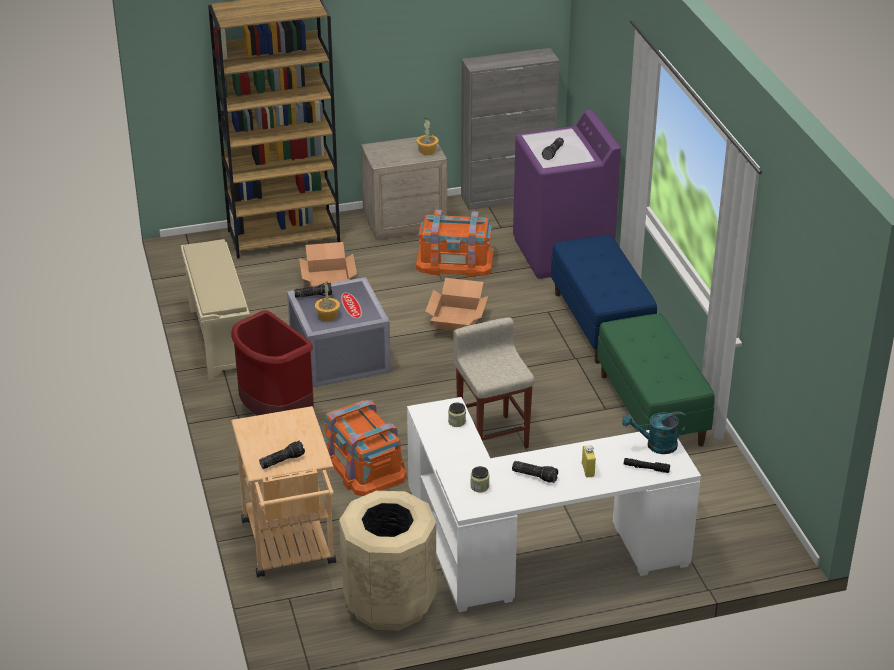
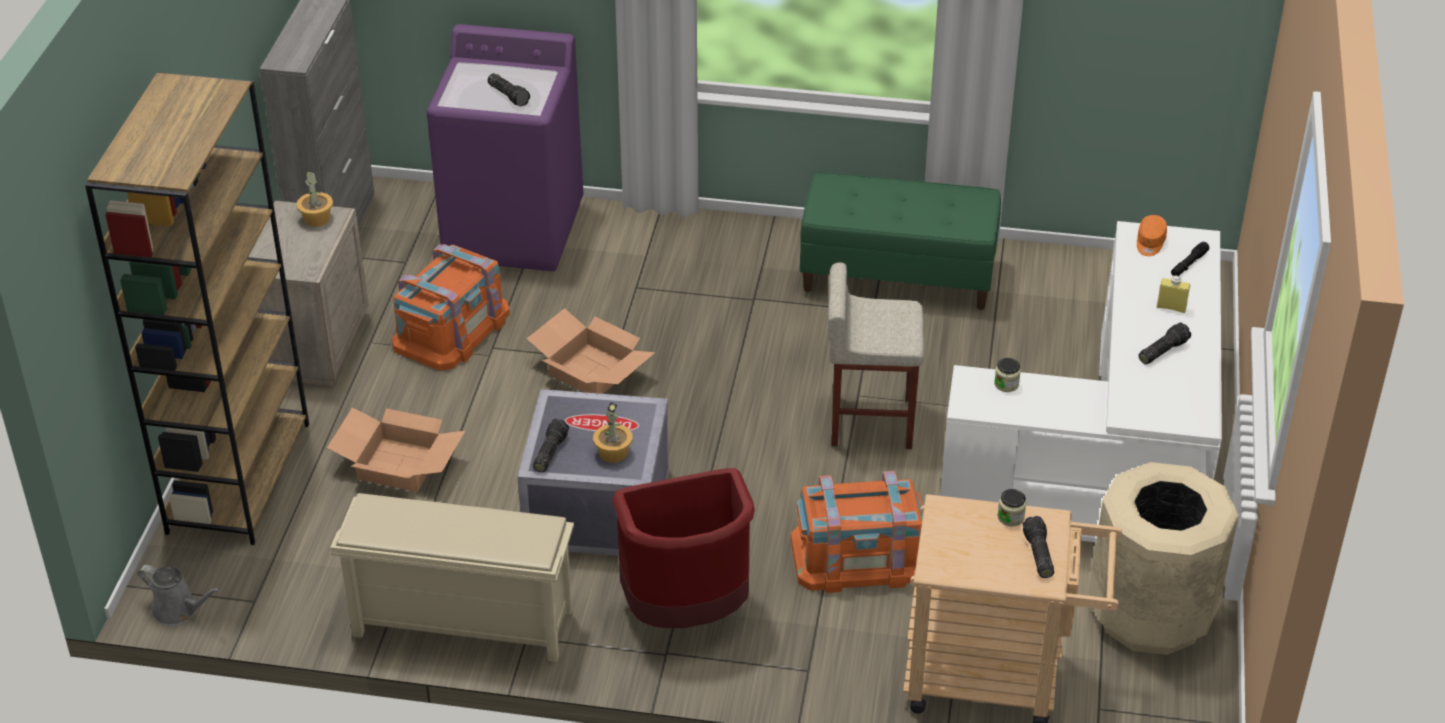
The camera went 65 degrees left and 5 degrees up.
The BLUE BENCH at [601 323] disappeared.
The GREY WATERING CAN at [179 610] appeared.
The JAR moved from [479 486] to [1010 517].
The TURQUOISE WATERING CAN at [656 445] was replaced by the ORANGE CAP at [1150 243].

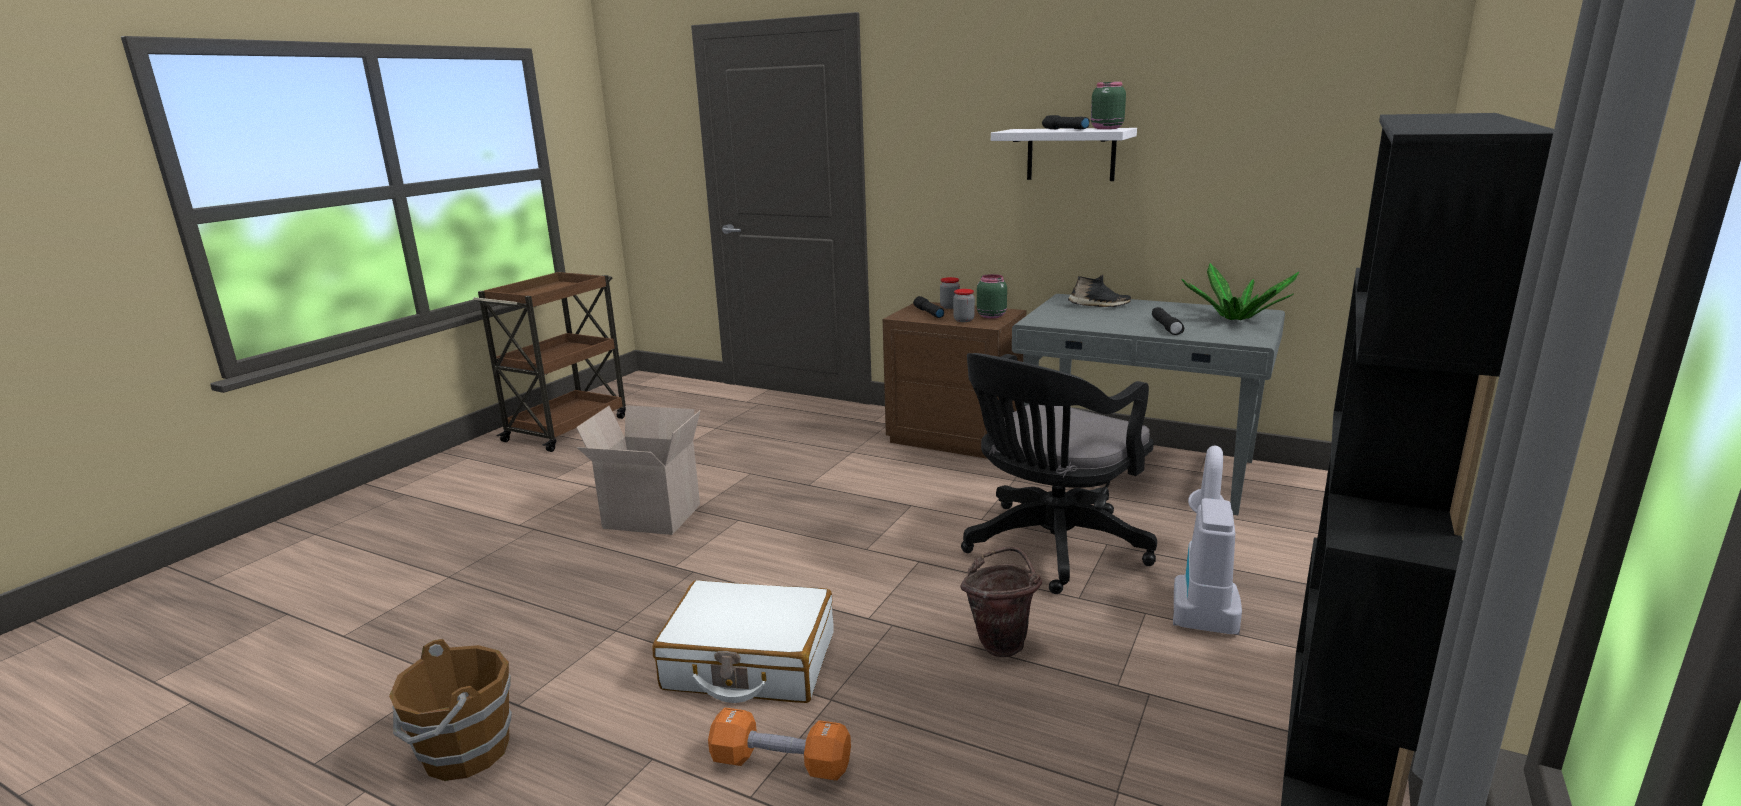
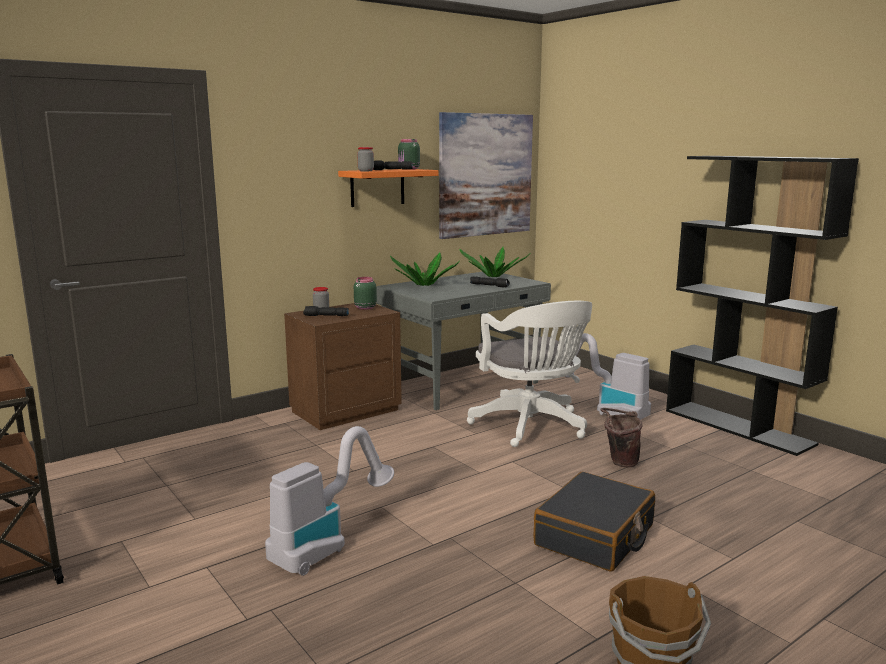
The camera went 65 degrees left and 5 degrees down.
The ORANGE DUMBBELL at [781 764] disappeared.
The PICTURE at [485 175] appeared.
The JAR moved from [963 320] to [366 171].
The CARDBOARD BOX at [649 518] was replaced by the VACUUM CLEANER at [327 544].
The BLACK SHOE at [1099 306] was replaced by the POTTED PLANT at [424 285].
The WHITE SUITCASE at [749 662] became the BLACK SUITCASE at [595 536].
The BLACK OFFICE CHAIR at [1050 549] became the WHITE OFFICE CHAIR at [531 427].
The WHITE SHELF at [1071 154] became the ORANGE SHELF at [377 187].

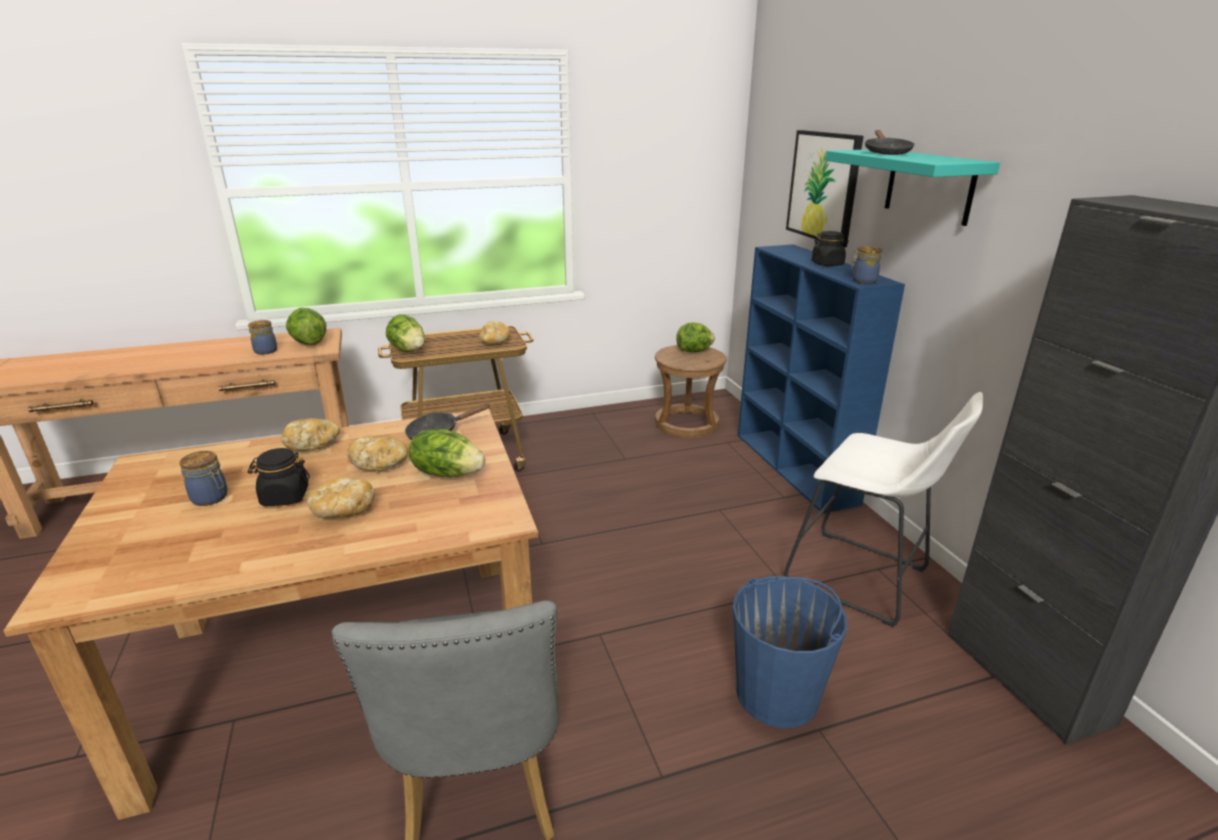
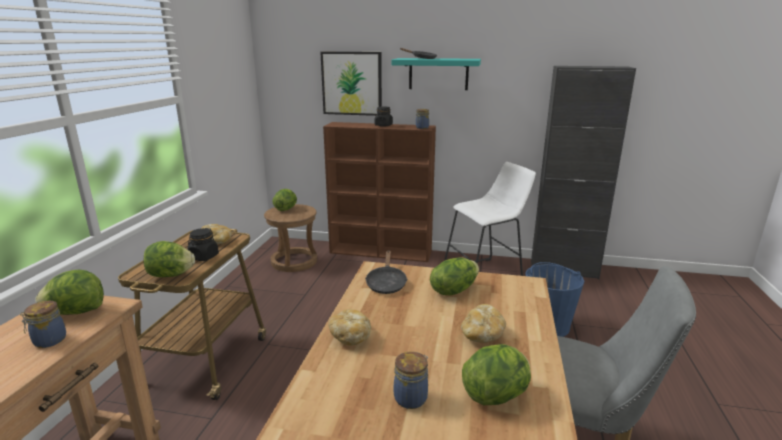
The camera went 60 degrees left and 5 degrees down.
The BREAD at [380 464] disappeared.
The LETTUCE at [496 395] appeared.
The BLACK JAR moved from [284 497] to [203 257].
The BLUE BOOKCASE at [795 468] became the BROWN BOOKCASE at [382 252].

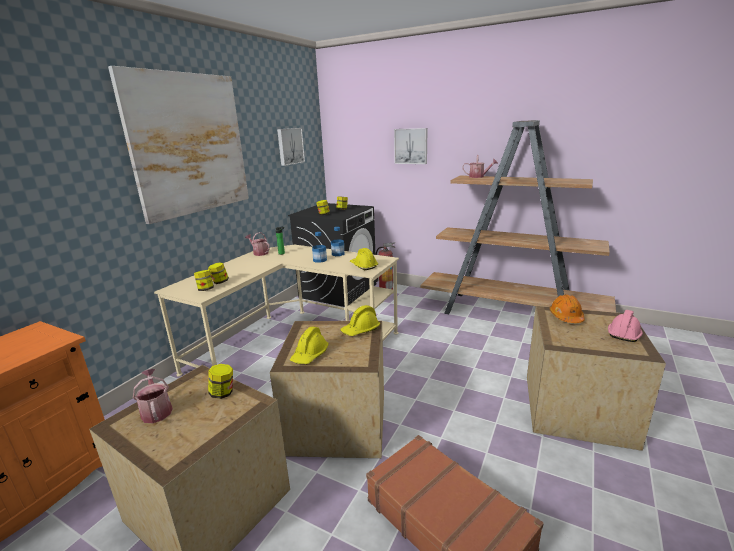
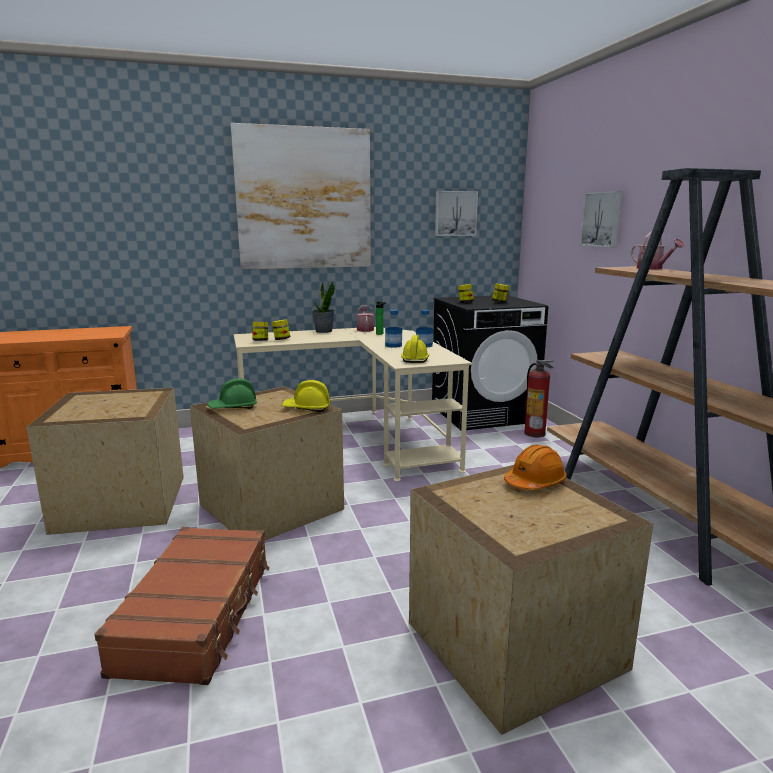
The camera went 45 degrees right and 5 degrees down.
The WATERING CAN at [156 410] disappeared.
The JAR at [223 393] disappeared.
The PINK HARD HAT at [624 333] disappeared.
The POTTED PLANT at [323 331] appeared.
The YELLOW HARD HAT at [310 355] became the GREEN HARD HAT at [233 407].

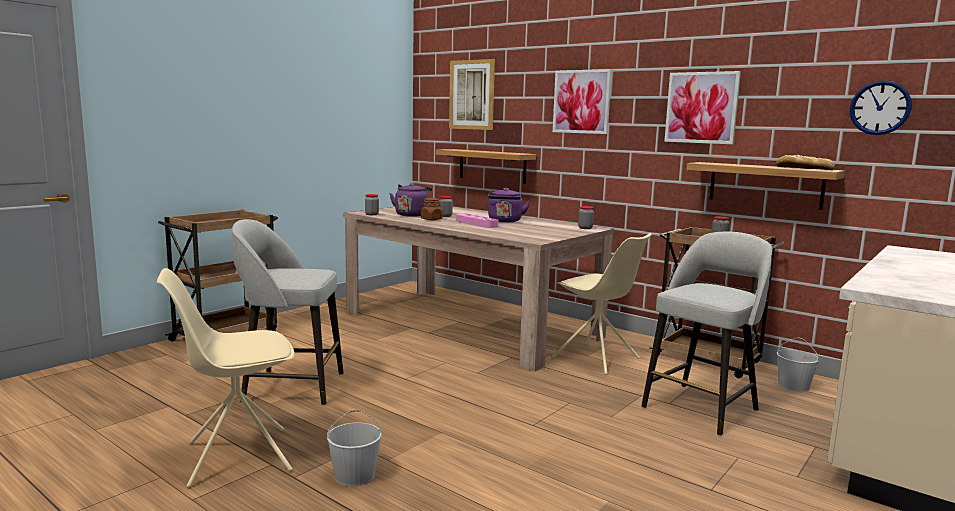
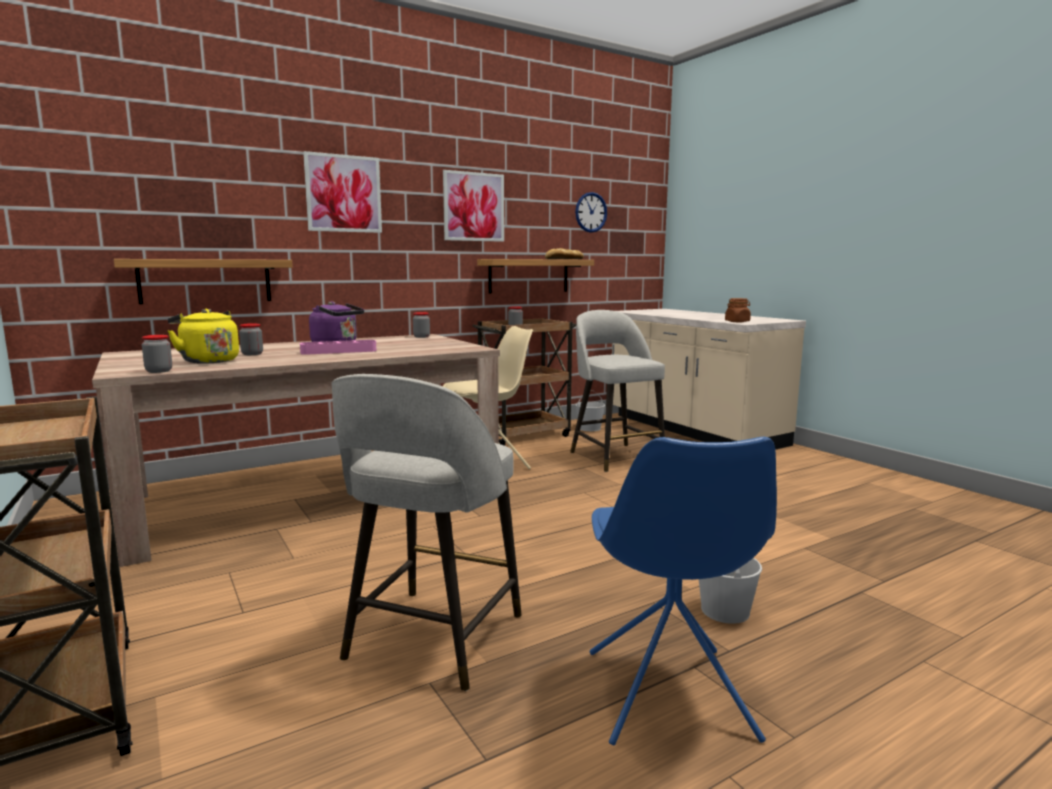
The camera went 70 degrees left and 0 degrees up.
The PICTURE at [471 95] disappeared.
The BROWN JAR moved from [431 219] to [737 321].
The BEIGE CHAIR at [236 457] became the BLUE CHAIR at [668 696].
The PURPLE KETTLE at [412 214] became the YELLOW KETTLE at [207 361].

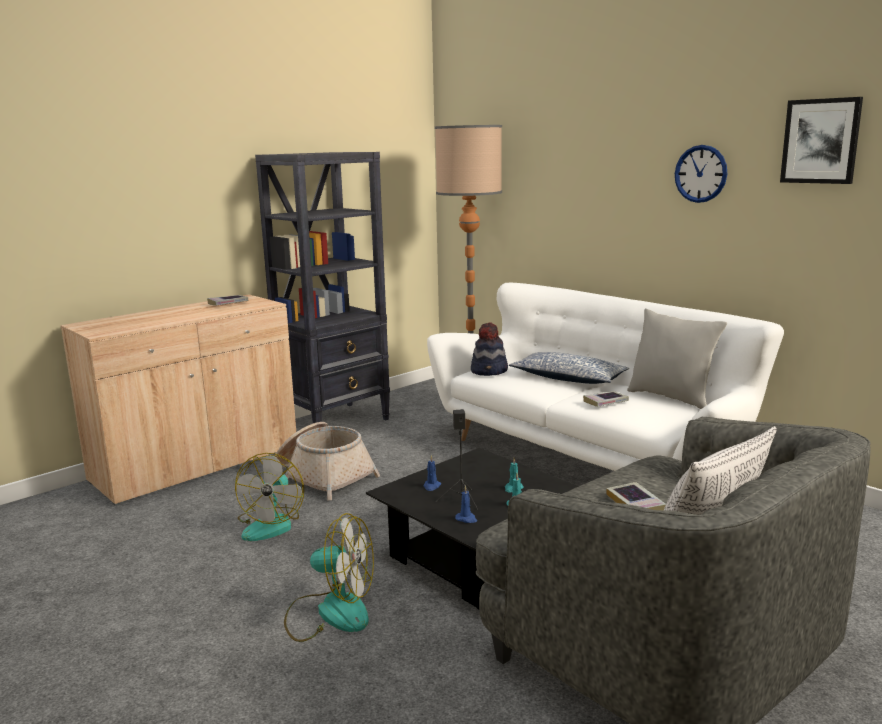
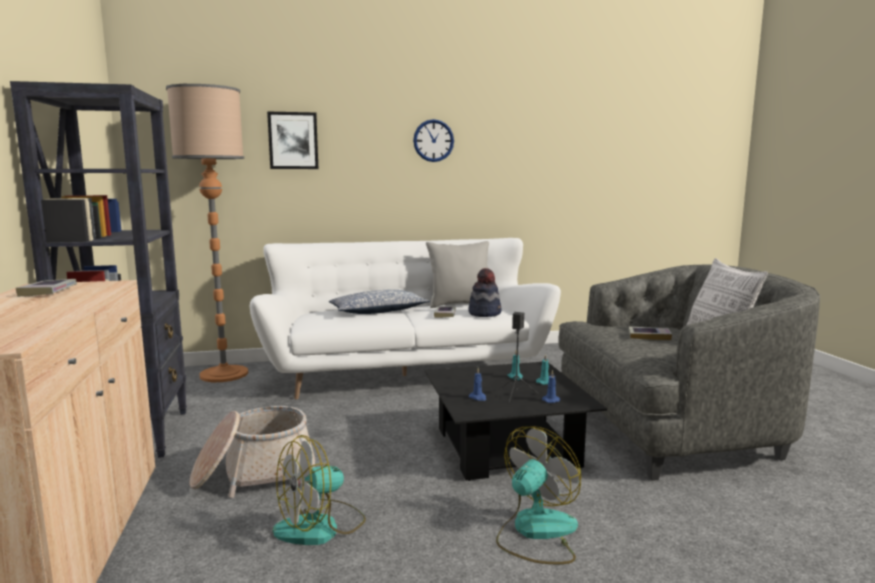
The camera went 60 degrees left and 5 degrees down.
The HAT moved from [489 371] to [485 313].
The PICTURE moved from [820 141] to [293 141].
The FAN at [272 524] turned 105 degrees clockwise.

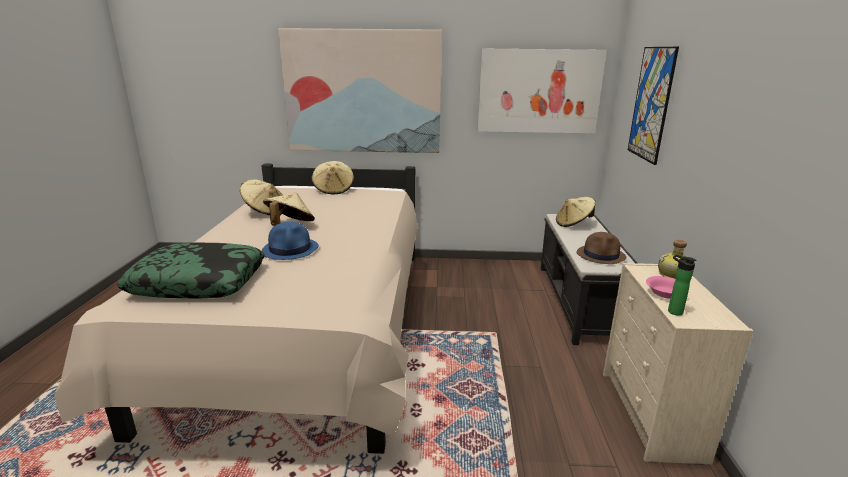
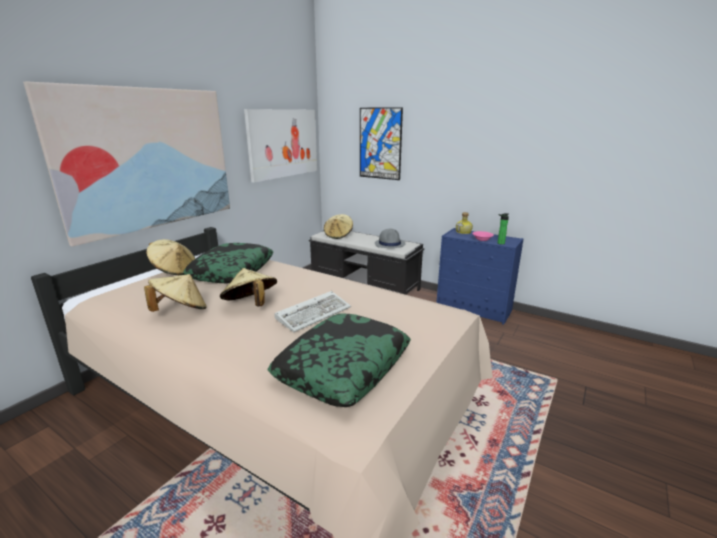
The camera went 60 degrees left and 0 degrees up.
The PILLOW at [232 271] appeared.
The BLUE HAT at [290 249] was replaced by the KEYBOARD at [314 313].
The BROWN HAT at [601 255] became the GREY HAT at [390 244].
The BEIGE DRESSER at [651 415] became the BLUE DRESSER at [474 309].

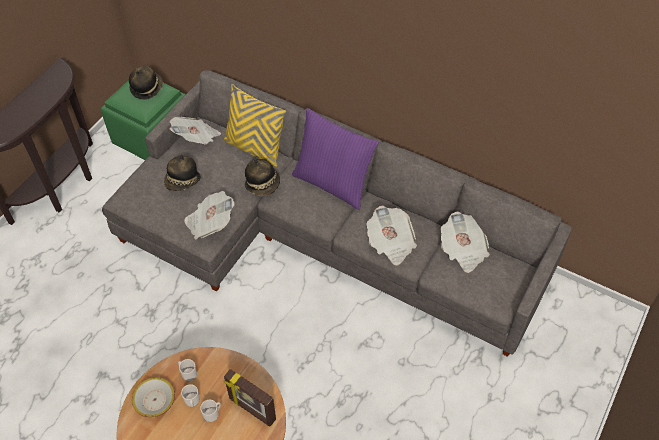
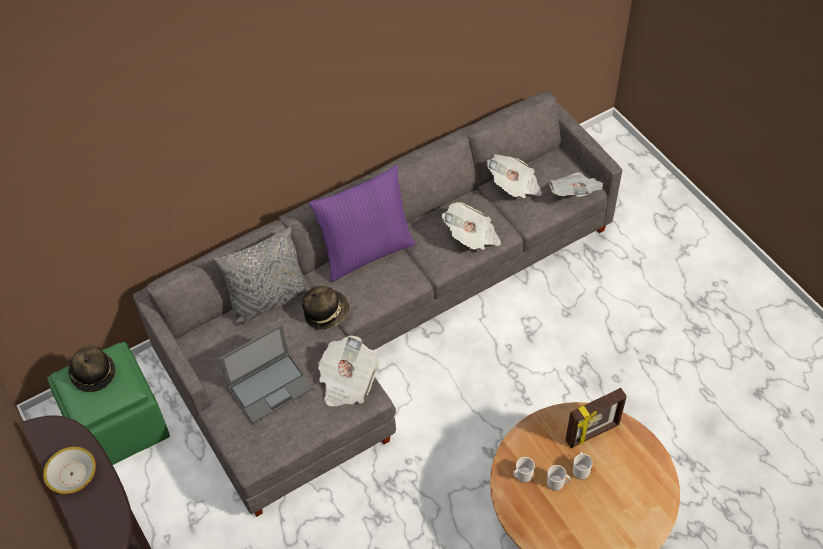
The camera went 60 degrees left and 0 degrees up.
The BOWL moved from [155 400] to [72 474].
The NEWSPAPER moved from [197 138] to [574 194].
The HAT at [183 182] was replaced by the LAPTOP at [271 386].
The YELLOW PILLOW at [255 148] became the GREY PILLOW at [269 301].

